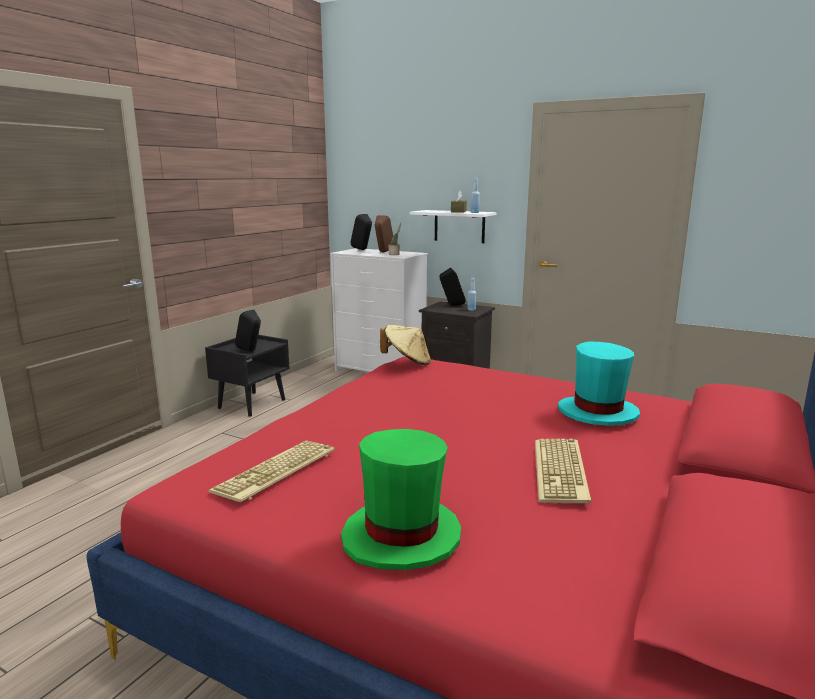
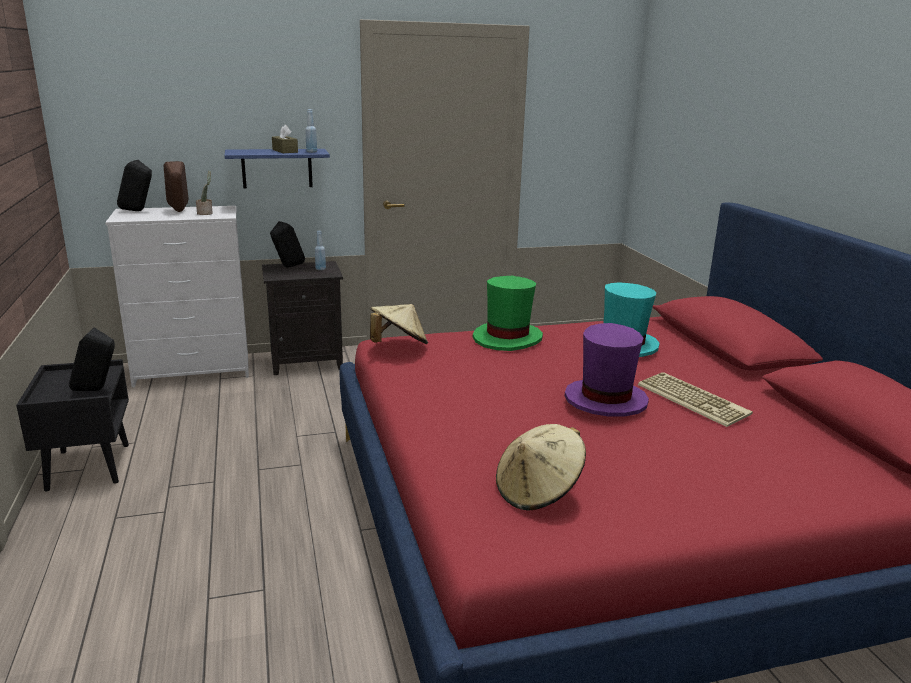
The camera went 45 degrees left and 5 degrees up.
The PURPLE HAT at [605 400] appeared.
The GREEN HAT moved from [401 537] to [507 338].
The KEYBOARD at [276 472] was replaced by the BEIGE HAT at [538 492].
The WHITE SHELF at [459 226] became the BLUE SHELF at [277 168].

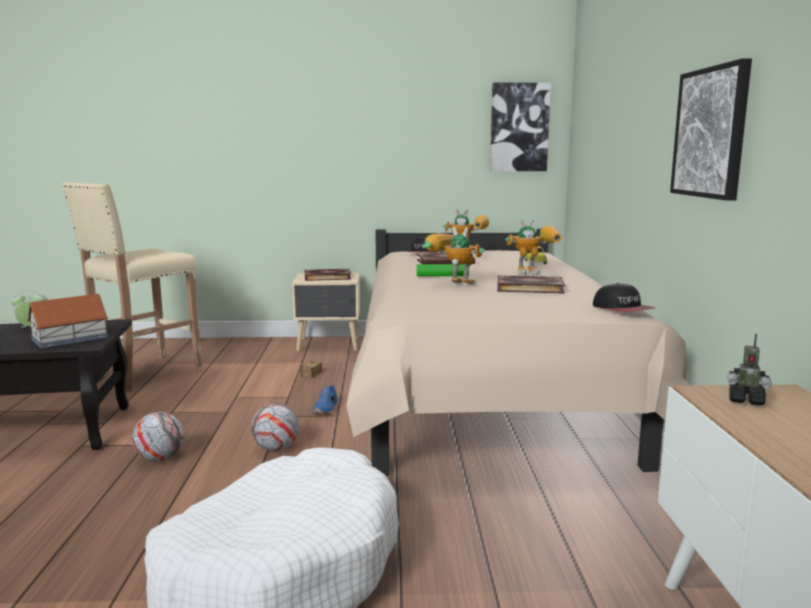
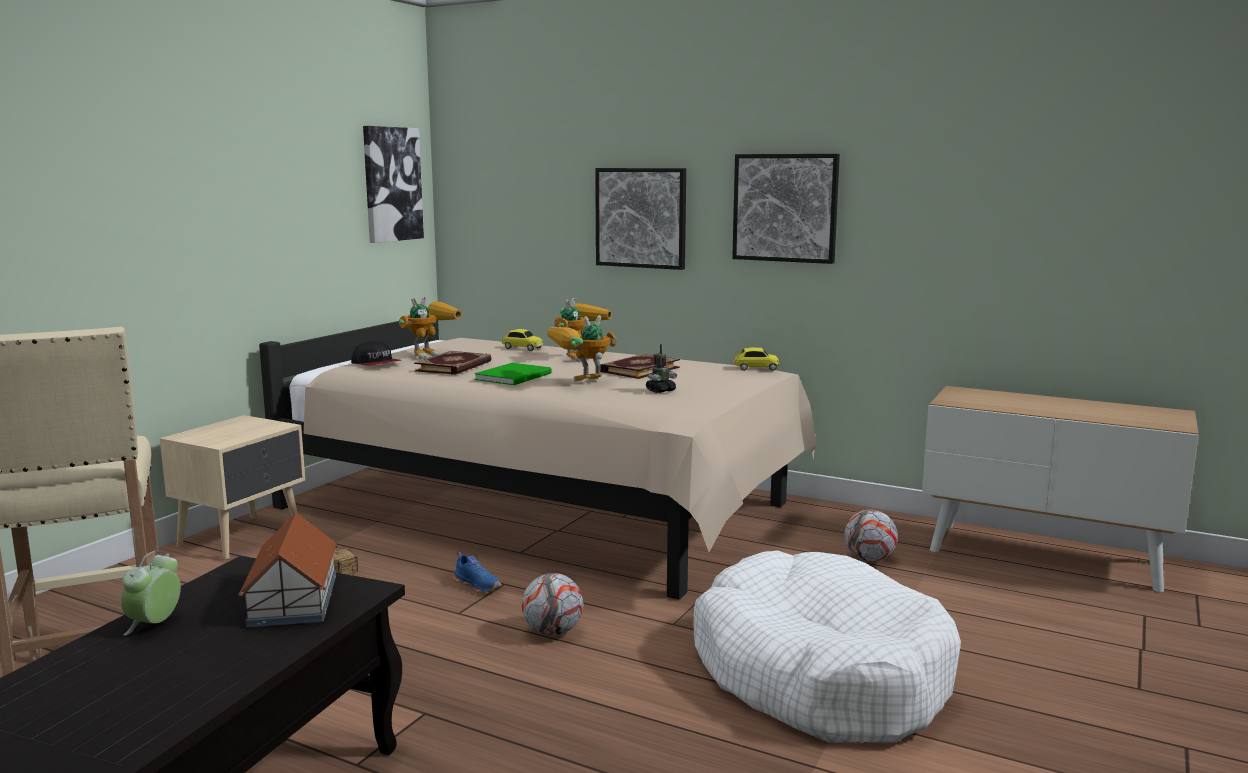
The camera went 60 degrees left and 0 degrees up.
The BOOK at [327 277] disappeared.
The PICTURE at [641 218] appeared.
The FOOTBALL moved from [160 458] to [869 559].
The TOY ROBOT moved from [745 400] to [660 391].
The CAP at [622 309] was replaced by the TOY CAR at [755 368].

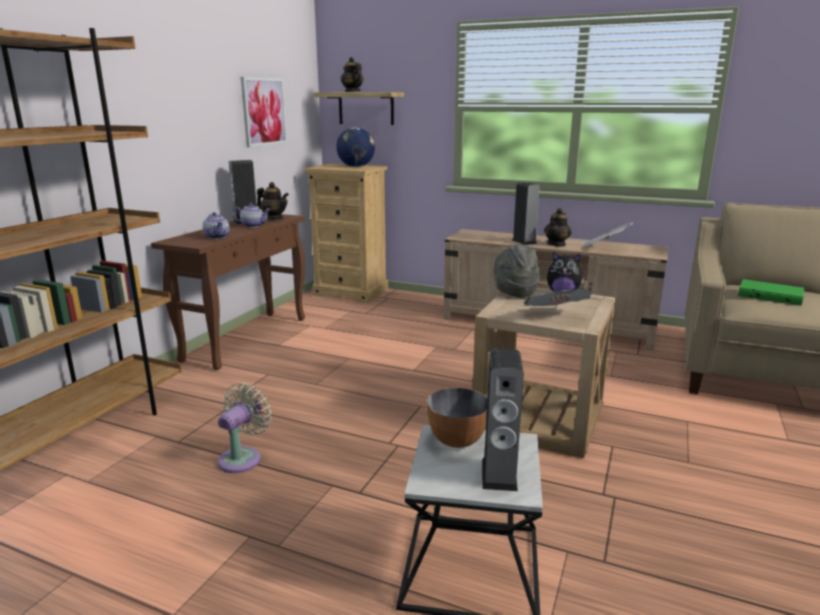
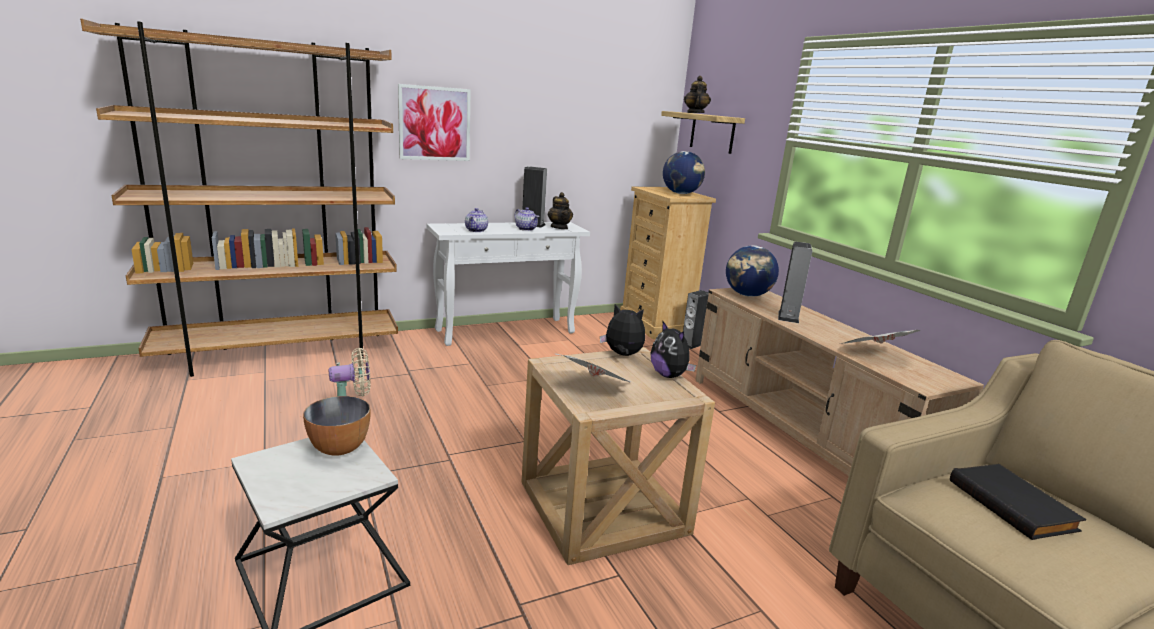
The camera went 40 degrees right and 0 degrees up.
The TEAPOT at [557 244] disappeared.
The GLOBE at [747 295] appeared.
The PICTURE moved from [264 112] to [434 123].
The SPEAKER moved from [499 474] to [691 344].
The GREY HAT at [514 292] was replaced by the PLUSH TOY at [622 355].
The BROWN CONSOLE TABLE at [247 338] became the WHITE CONSOLE TABLE at [506 331].
The GREEN BOOK at [770 295] became the BLACK BOOK at [1014 505].

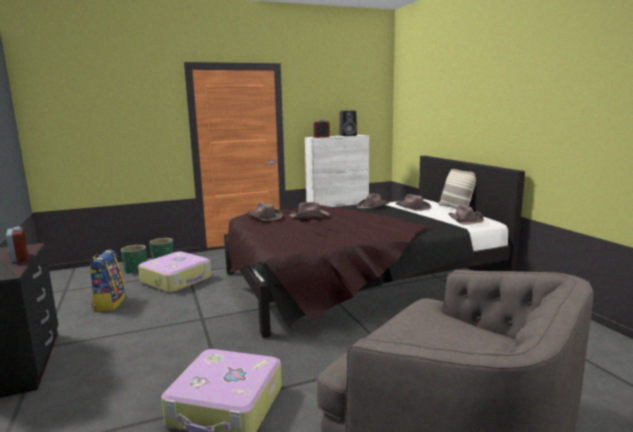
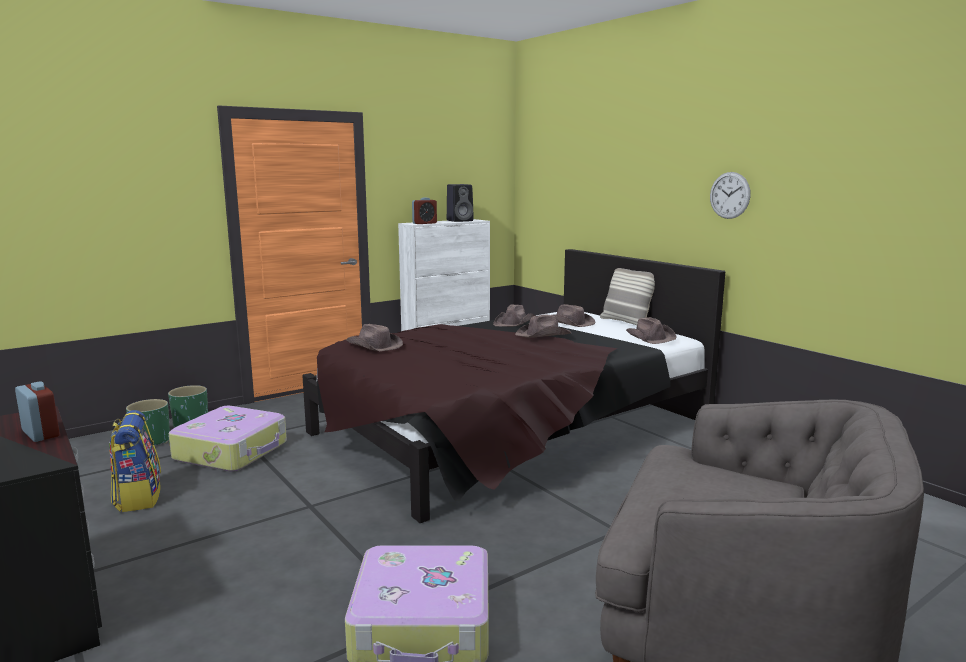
The camera went 15 degrees left and 0 degrees up.
The WALL CLOCK at [729 195] appeared.
The BROWN HAT moved from [309 216] to [543 334].

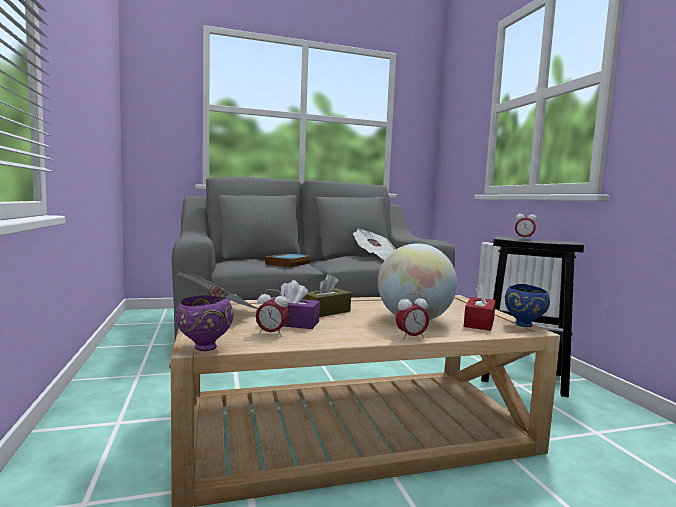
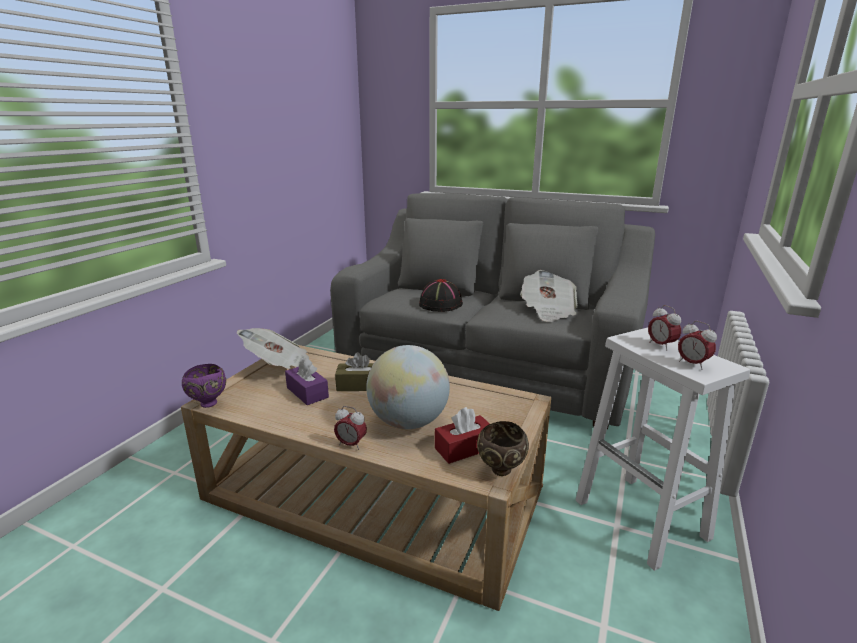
The camera went 40 degrees right and 15 degrees up.
The ALARM CLOCK moved from [271 334] to [692 364].
The BOOK at [288 264] was replaced by the BLACK HAT at [440 305].
The BLACK STOOL at [525 377] became the WHITE STOOL at [642 520].
The BLUE BOWL at [524 325] became the BROWN BOWL at [500 471].

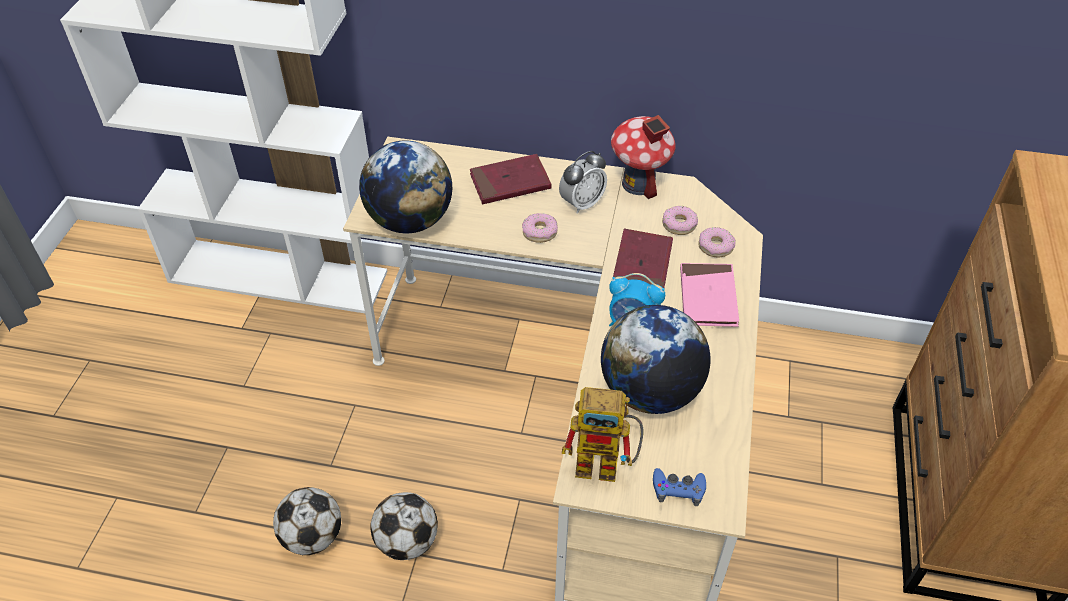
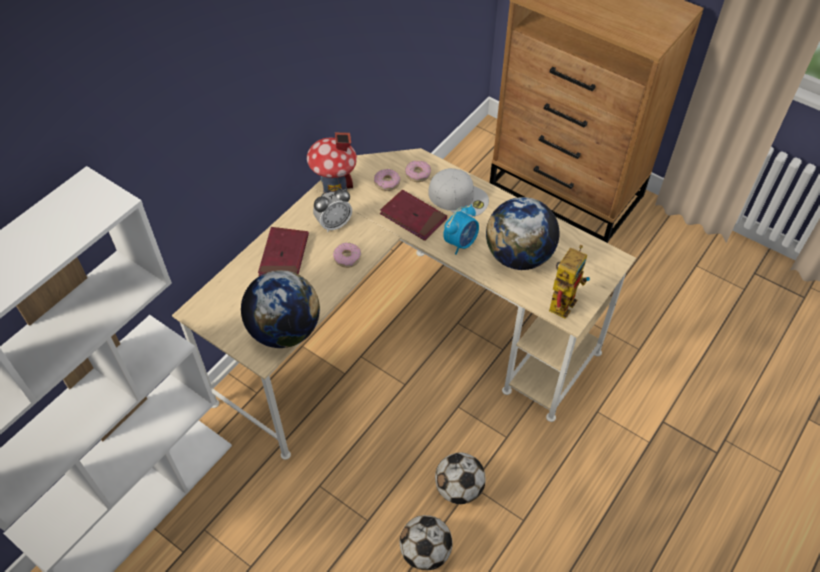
The camera went 65 degrees left and 5 degrees up.
The BLUE GAME CONTROLLER at [678 489] disappeared.
The PINK BOOK at [708 298] was replaced by the WHITE CAP at [459 197].
The ALARM CLOCK at [582 203] turned 75 degrees clockwise.

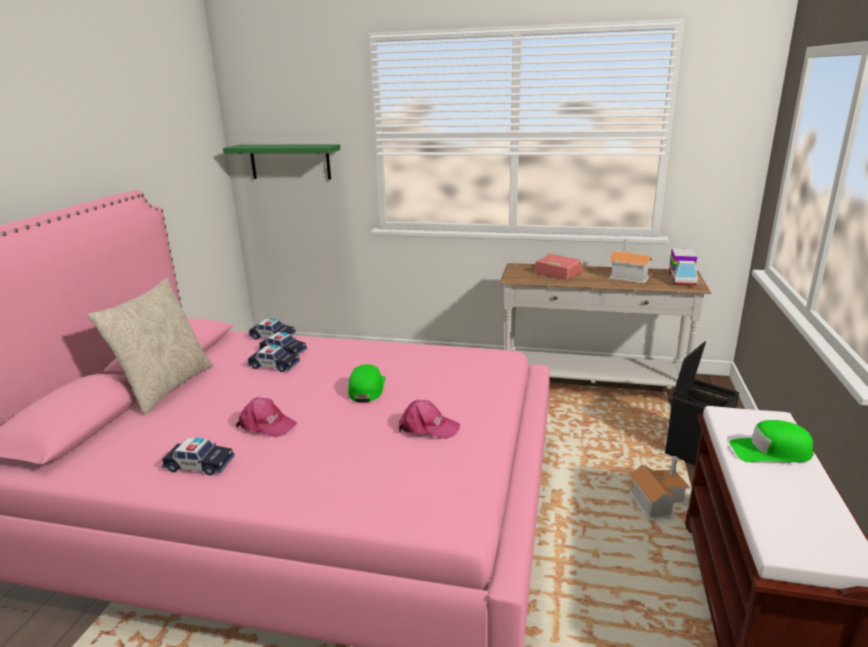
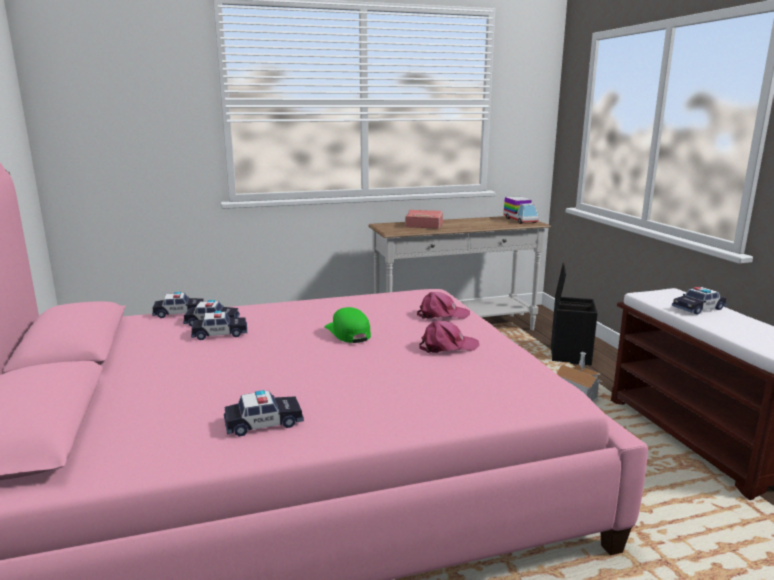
The camera went 30 degrees left and 5 degrees down.
The BEIGE PILLOW at [166 387] disappeared.
The GREEN SHELF at [290 161] disappeared.
The TOY HOUSE at [627 275] disappeared.
The PINK CAP moved from [266 425] to [442 314].
The GREEN CAP at [770 451] was replaced by the TOY CAR at [698 308].

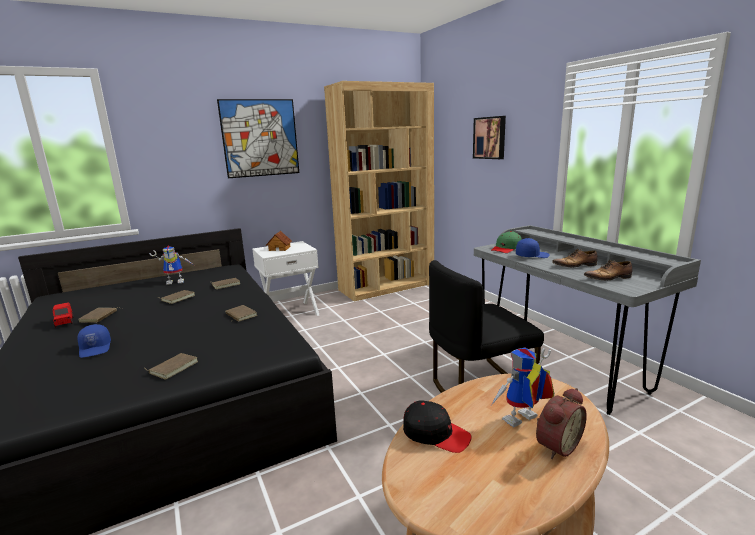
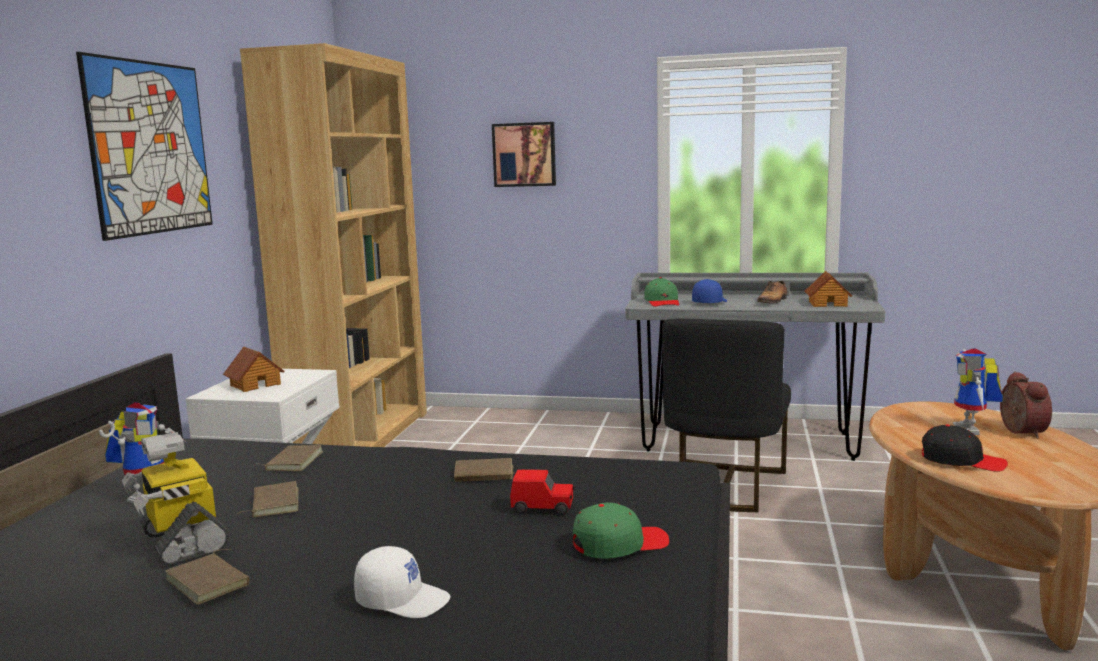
The camera went 50 degrees left and 5 degrees down.
The TOY ROBOT at [182 542] appeared.
The RED TOY CAR moved from [64 322] to [543 507].
The BROWN BOOK at [173 367] was replaced by the GREEN CAP at [619 544].
The SHOE at [609 278] was replaced by the TOY HOUSE at [827 304].
The BLUE CAP at [96 348] became the WHITE CAP at [403 599].
The BLACK CAP at [435 434] turned 45 degrees clockwise.

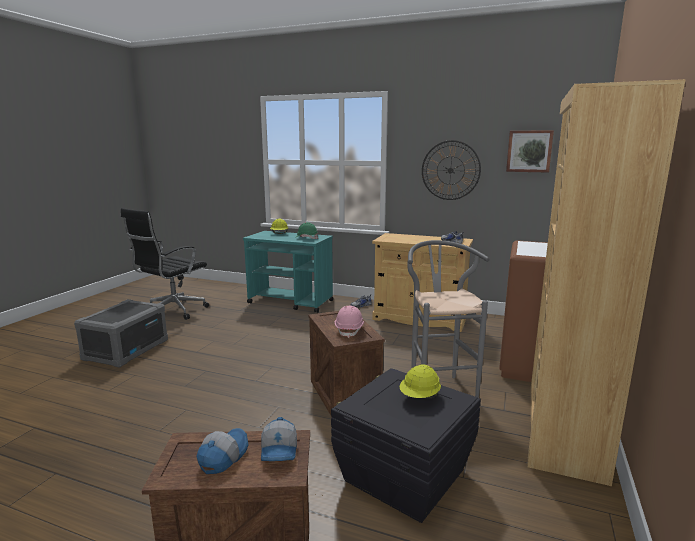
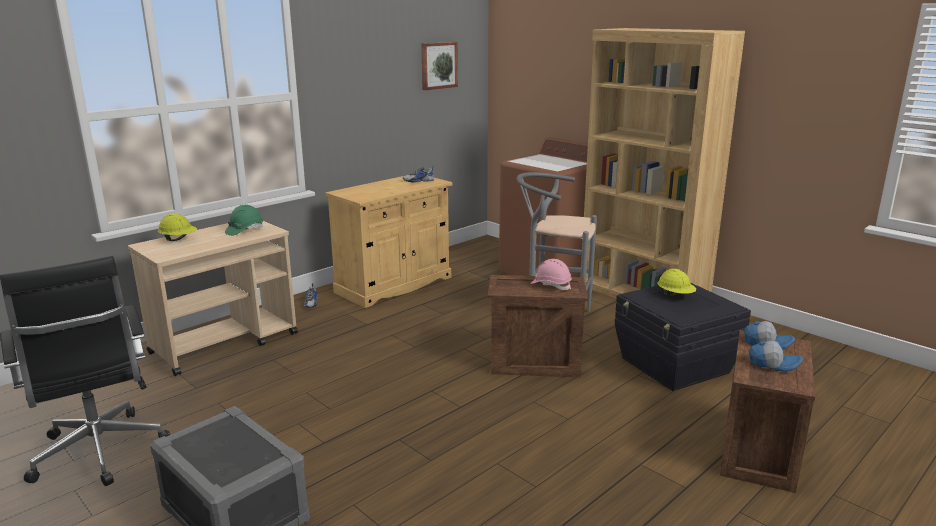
The camera went 65 degrees left and 5 degrees up.
The WALL CLOCK at [450 170] disappeared.
The TURQUOISE CART at [291 302] became the BEIGE CART at [226 343].
The CAP at [223 456] turned 150 degrees clockwise.

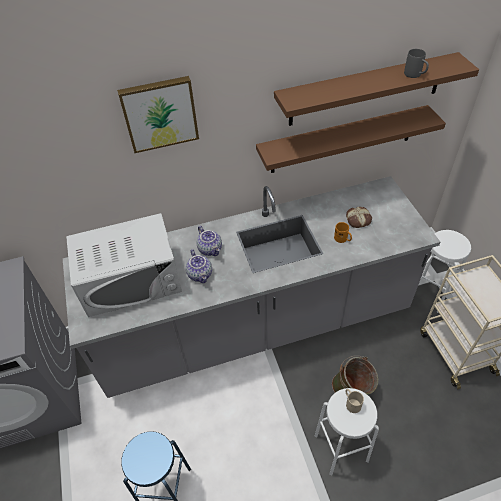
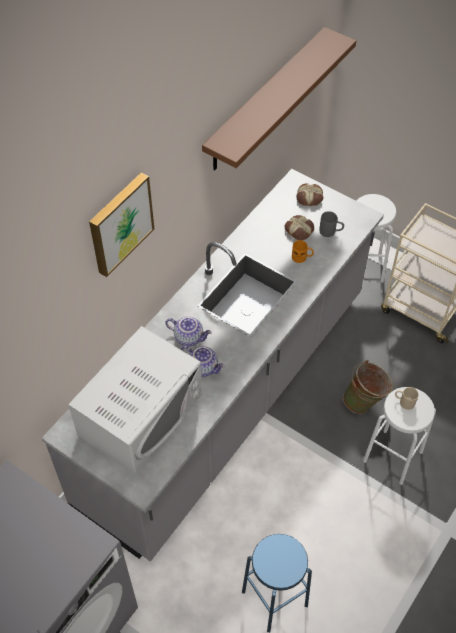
The camera went 40 degrees left and 5 degrees up.
The BROWN SHELF at [342 140] disappeared.
The BREAD at [310 197] appeared.
The GREY MUG moved from [415 75] to [331 232].

